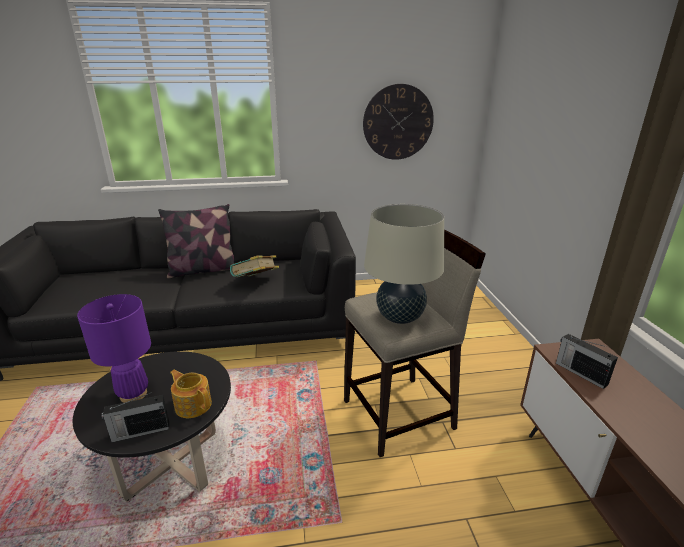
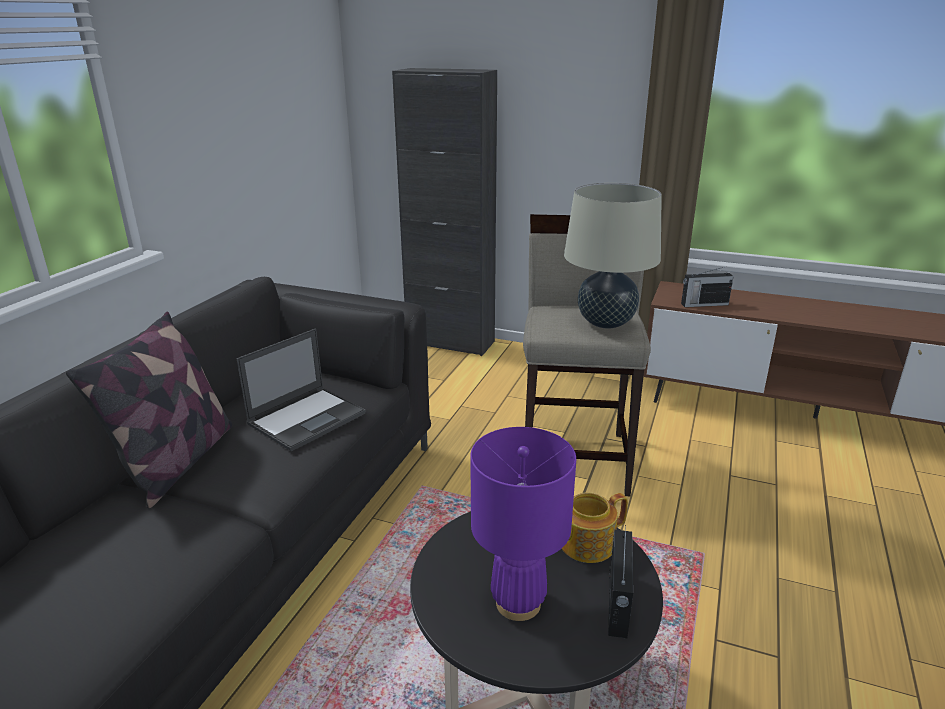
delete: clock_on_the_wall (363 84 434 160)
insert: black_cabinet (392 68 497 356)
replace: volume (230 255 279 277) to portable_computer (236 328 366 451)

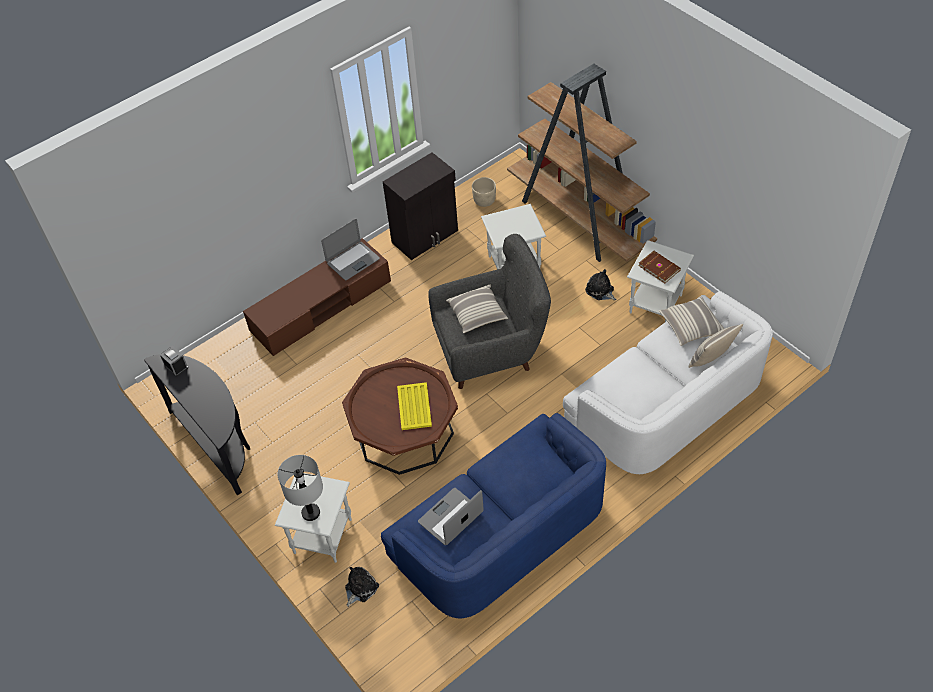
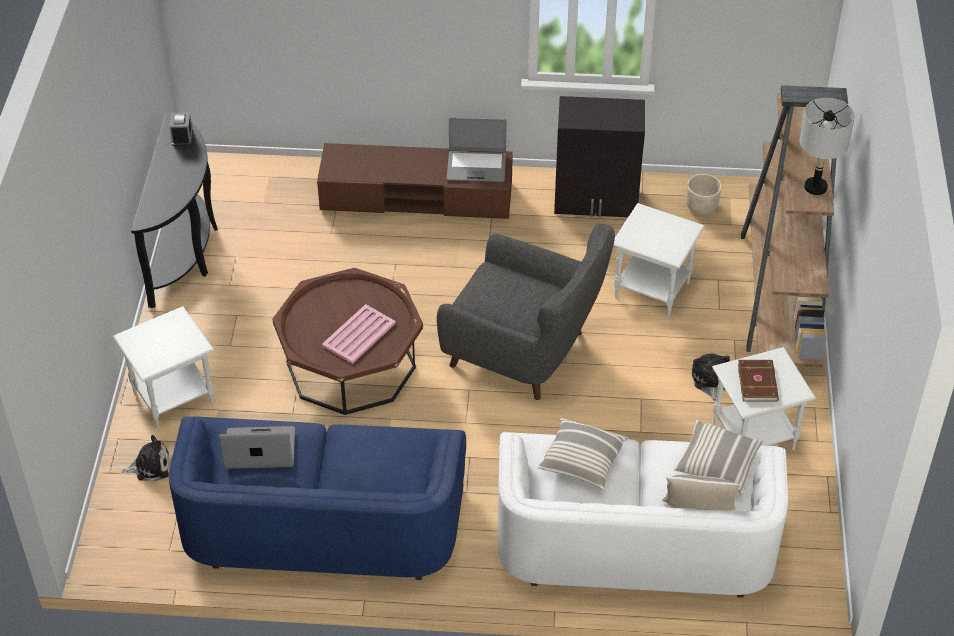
move: gray_table_lamp (278 455 323 521) to (800 98 855 195); pillow (446 285 508 333) to (537 418 628 490)
recolor: yellowish_carrying_tray (397 382 432 430) to pink_carrying_tray (322 304 396 364)

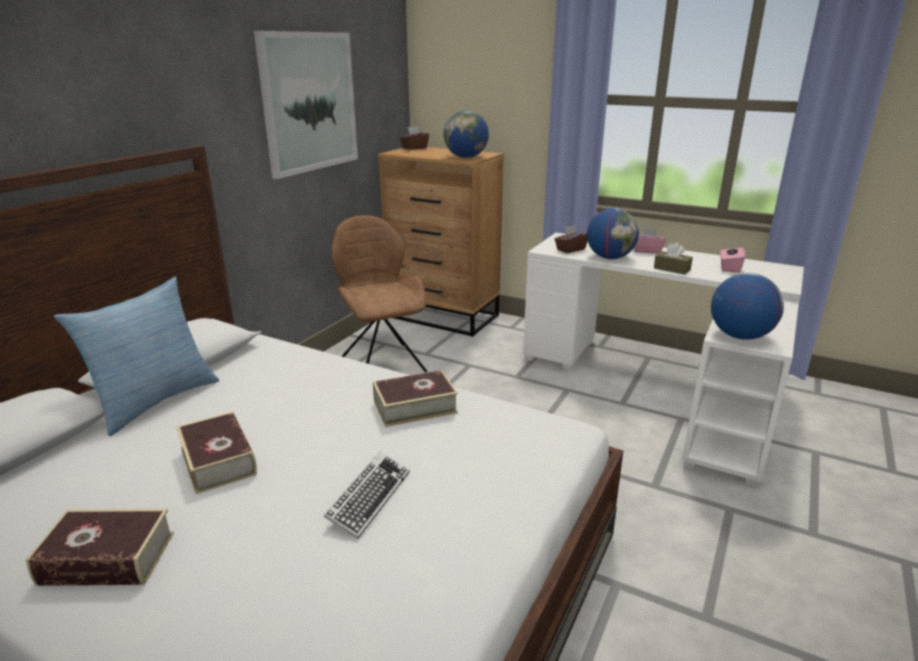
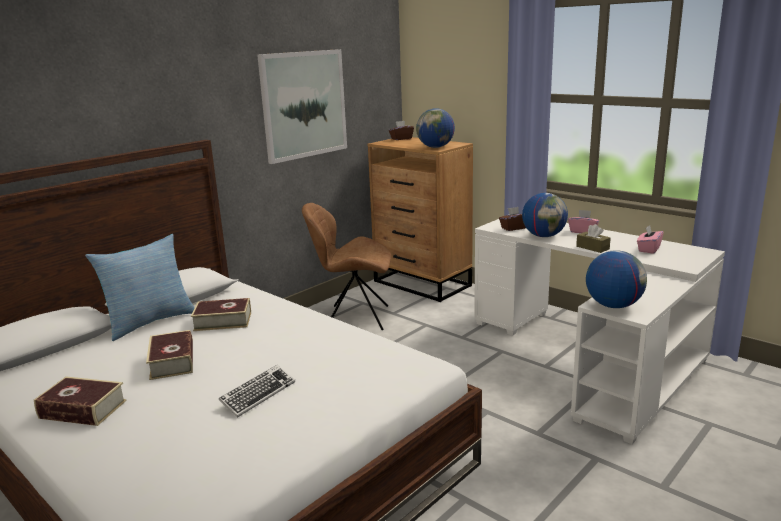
move: volume (373 370 458 427) to (191 298 251 331)
rotate: brown-coloured_plain_chair (332 215 427 373) = (302 203 391 330) 75 degrees counterclockwise

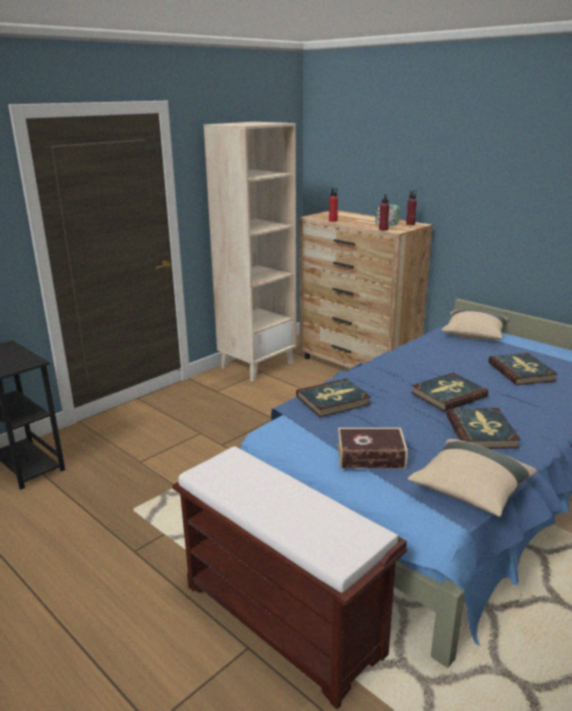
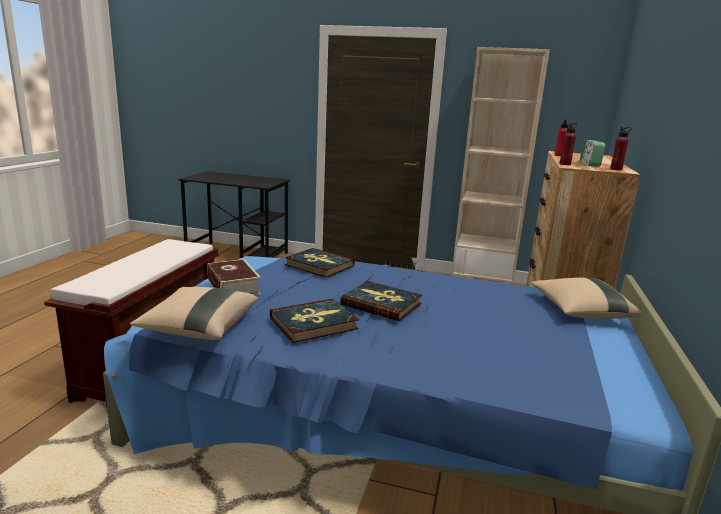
delete: volume (488 353 558 385)

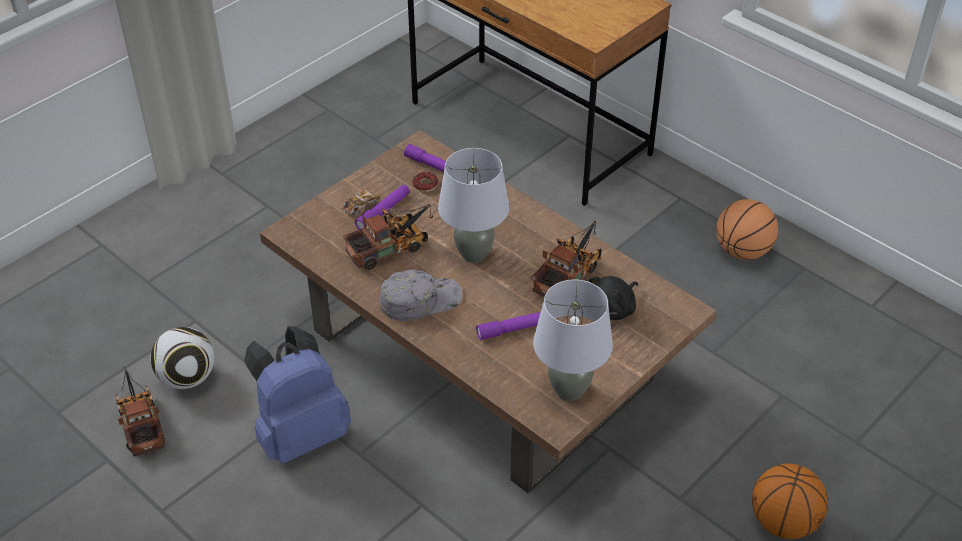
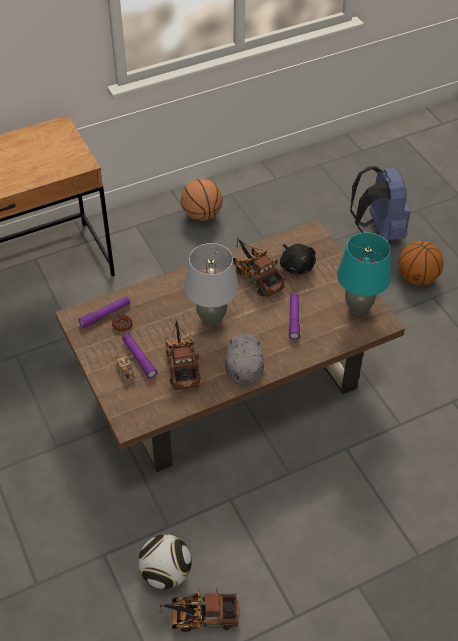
move: blue_knapsack (244 326 351 464) to (350 166 410 240)
recolor: gray_table_lamp (533 279 613 401) to blue-green_table_lamp (337 232 391 315)

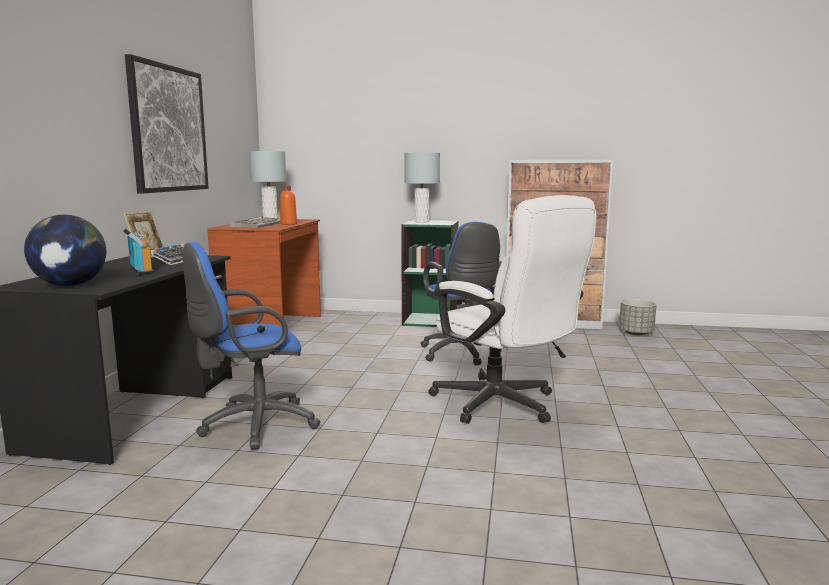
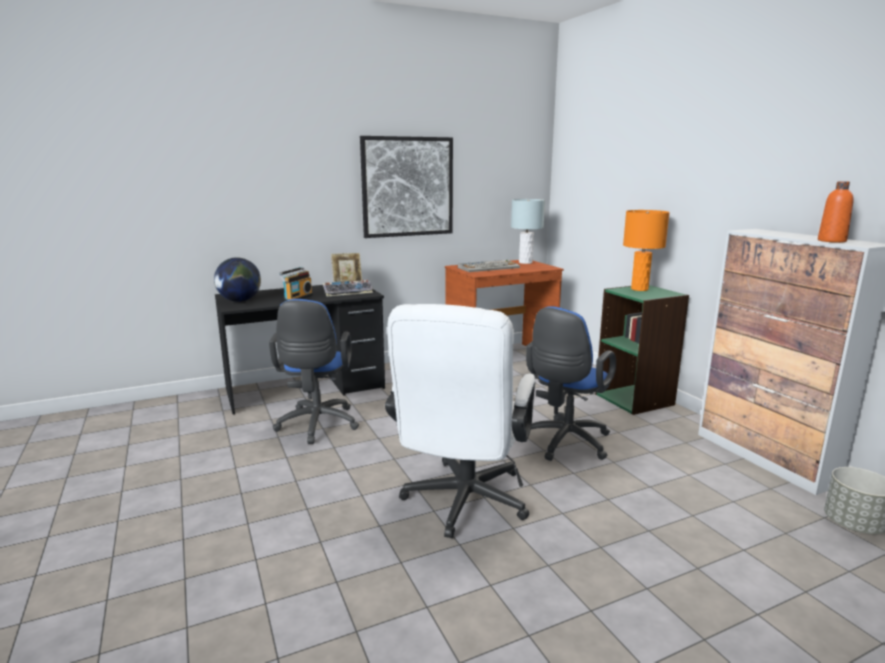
move: orange_beverage_bottle (280 185 297 225) to (818 181 854 243)
recolor: gray_table_lamp (404 152 440 223) to orange_table_lamp (623 210 670 291)
rotate: blue_office_chair (183 242 320 449) = (269 299 359 444) 120 degrees counterclockwise

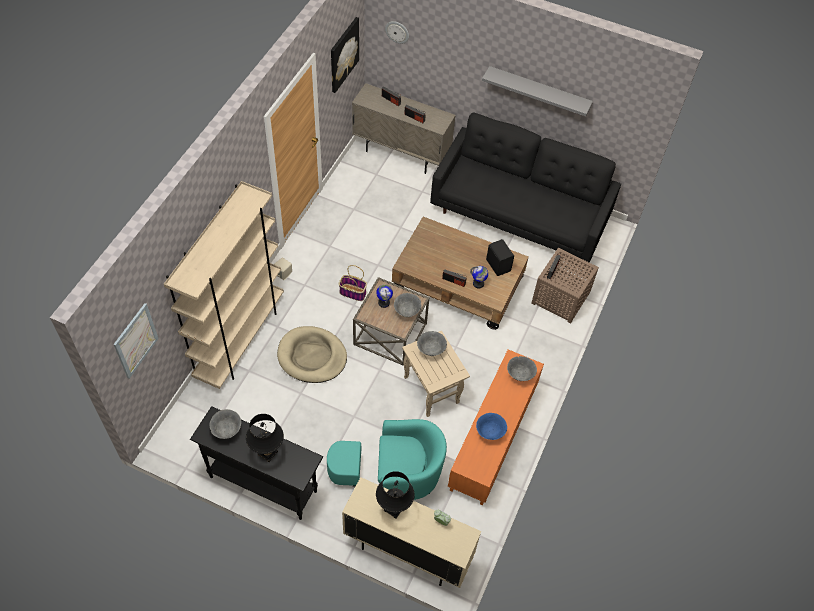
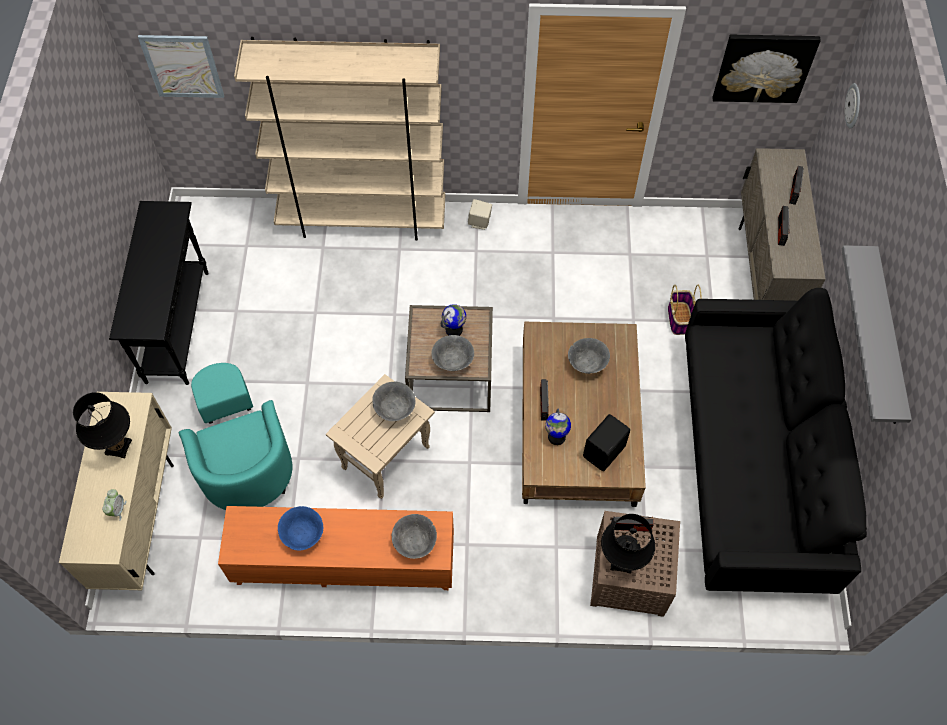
delete: beige_dog_bed (277 326 347 383)
move: gray_bowl (209 409 241 439) to (568 338 610 374); black_table_lamp (246 414 284 462) to (601 514 655 574); storage_basket (339 265 367 301) to (668 285 702 335)

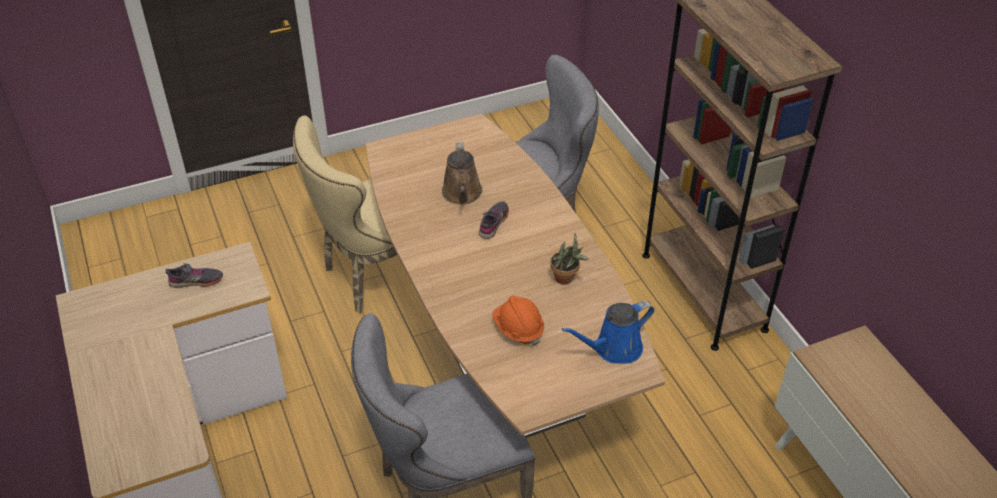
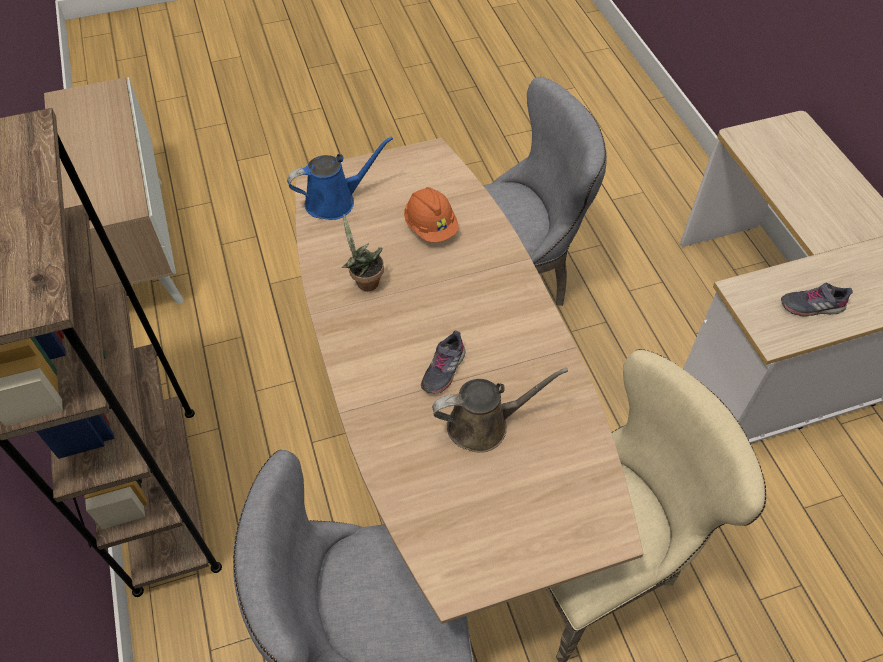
rotate: brown-coloured_sprinkling_can (442 142 482 205) = (432 368 568 453) 75 degrees clockwise

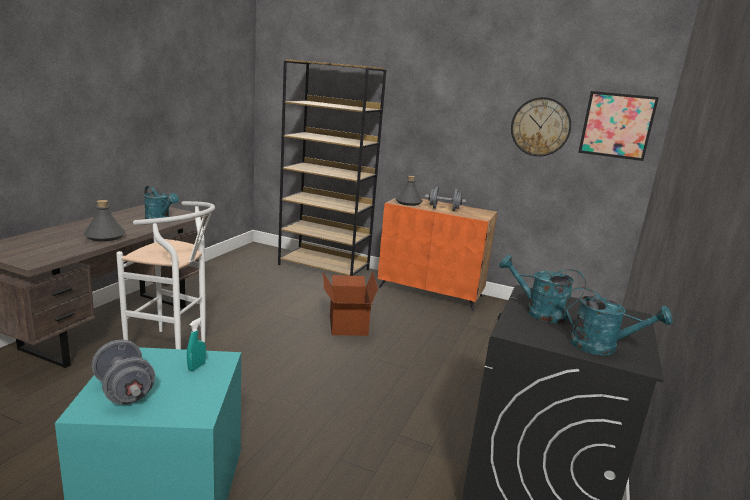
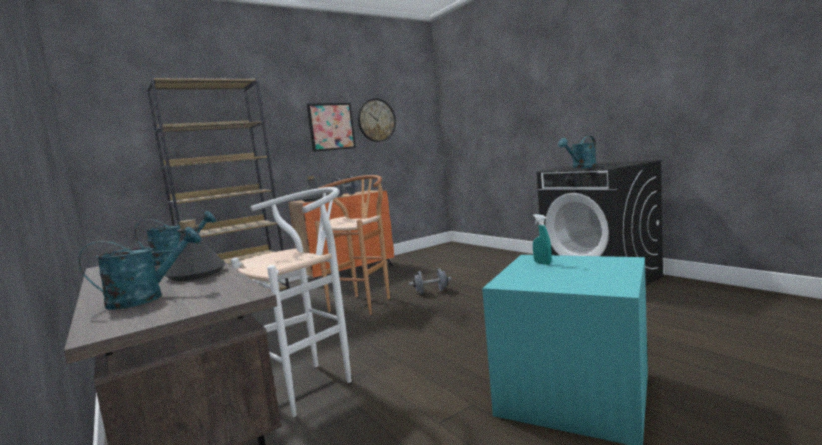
move: gray_free_weight (91 340 155 404) to (409 269 452 294); blue-green_sprinkling_can (566 287 673 356) to (79 227 201 310); picture (578 91 659 161) to (307 103 356 152)
replace: carton (323 272 378 336) to brown-coloured_stool (315 175 390 315)

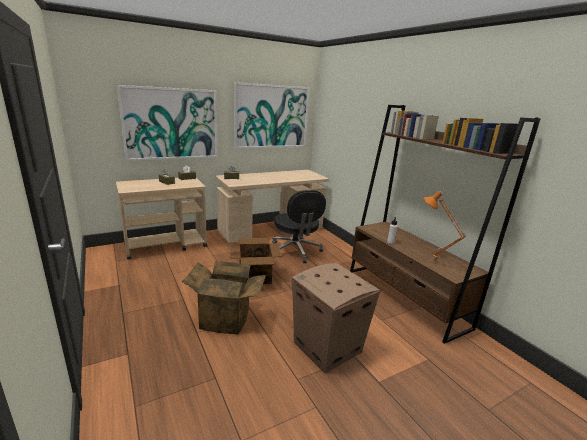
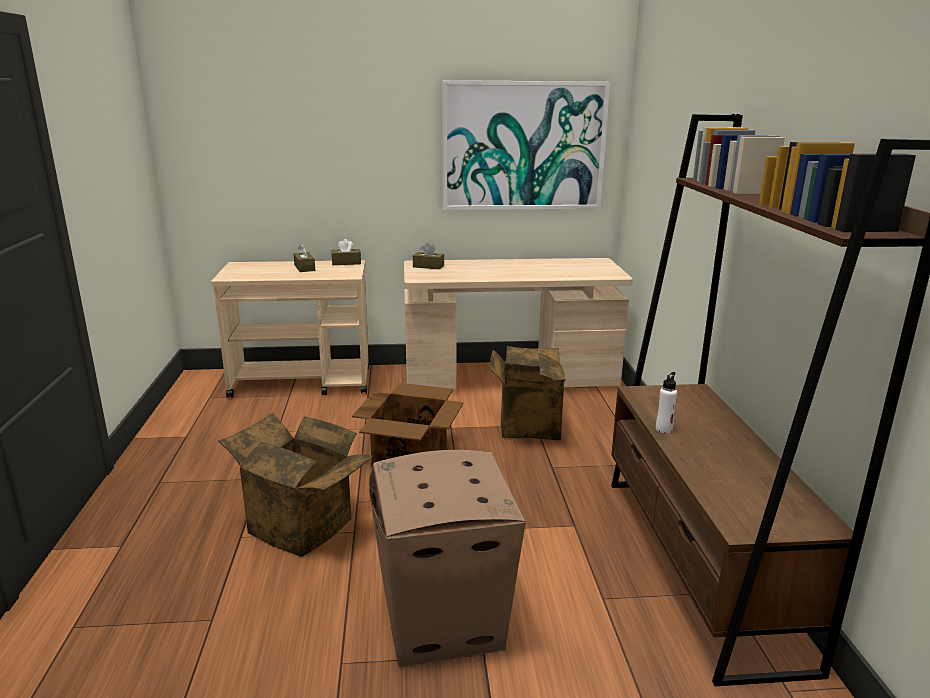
delete: picture (117 85 218 161); orange_table_lamp (423 191 466 263)
replace: black_office_chair (272 190 326 263) to carton (490 346 566 440)

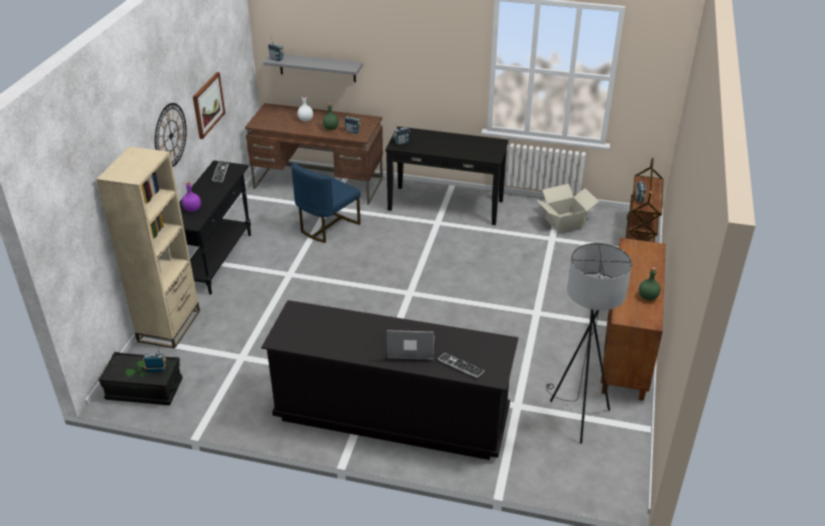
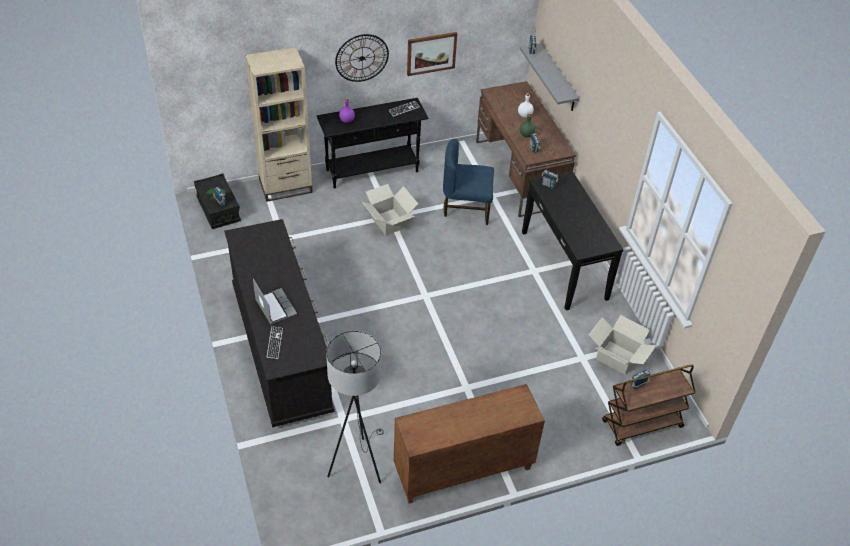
delete: green-coloured_beverage_bottle (639 267 660 301)
insert: carton (362 184 418 236)

